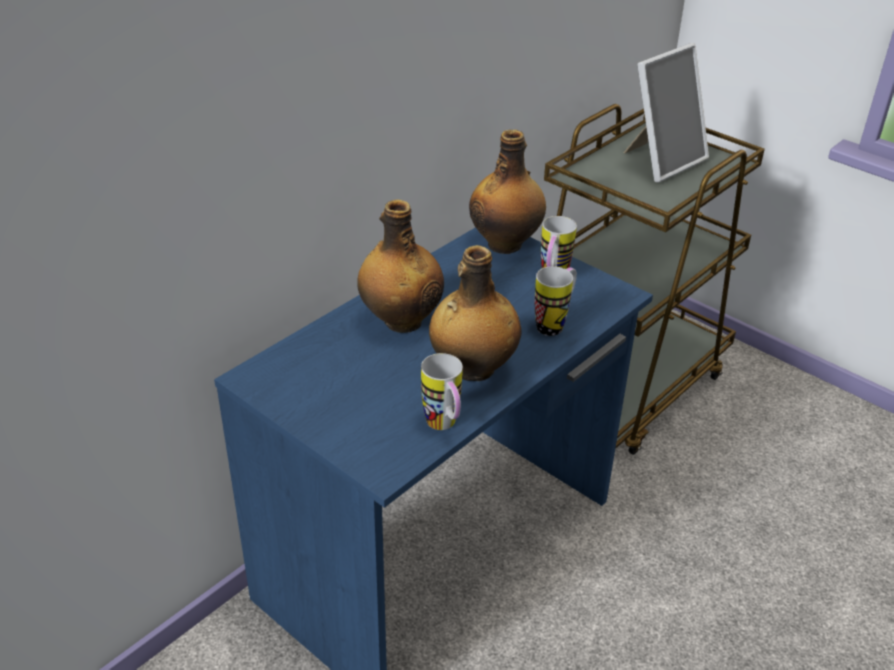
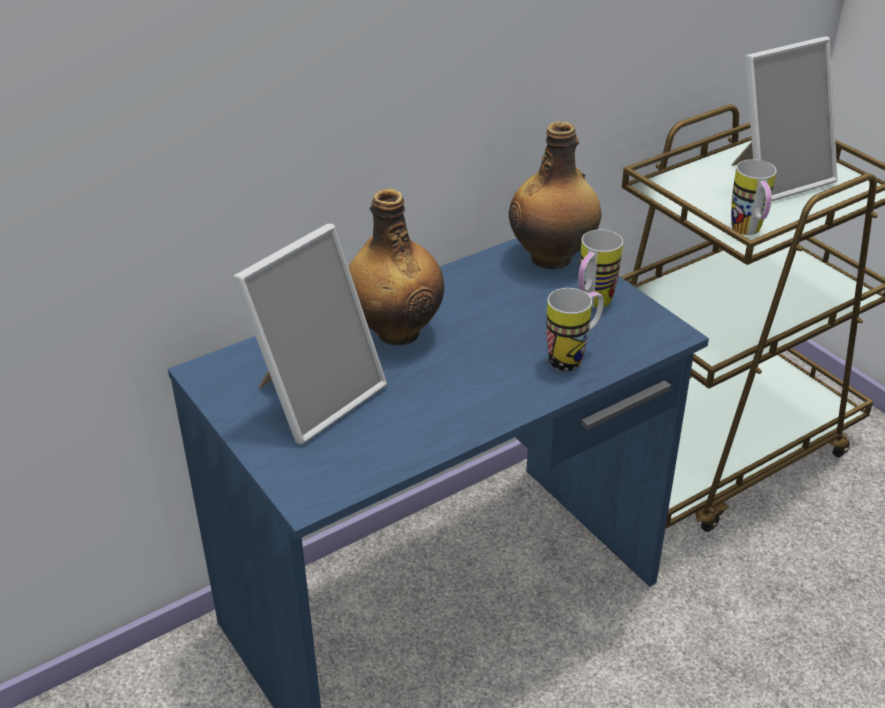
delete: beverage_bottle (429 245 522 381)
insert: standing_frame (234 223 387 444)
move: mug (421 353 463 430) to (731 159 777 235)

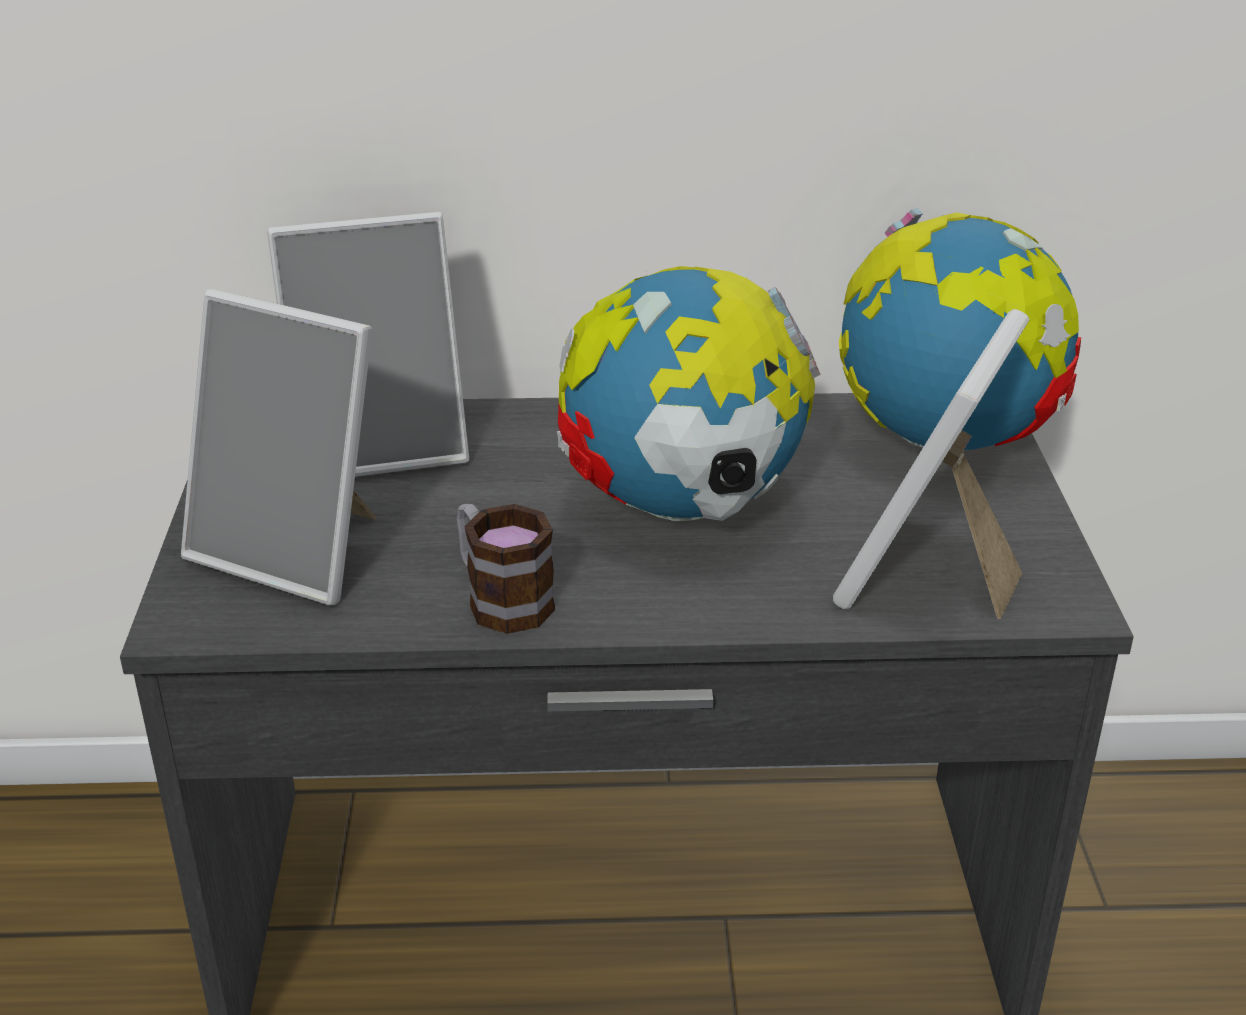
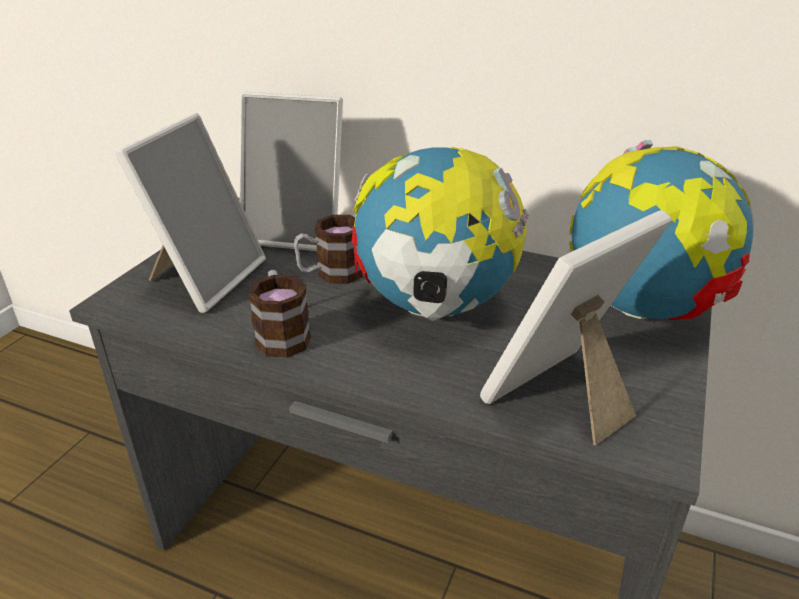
insert: mug (294 215 363 284)
rotate: standing_frame (181 289 377 605) = (115 113 266 313) 120 degrees counterclockwise

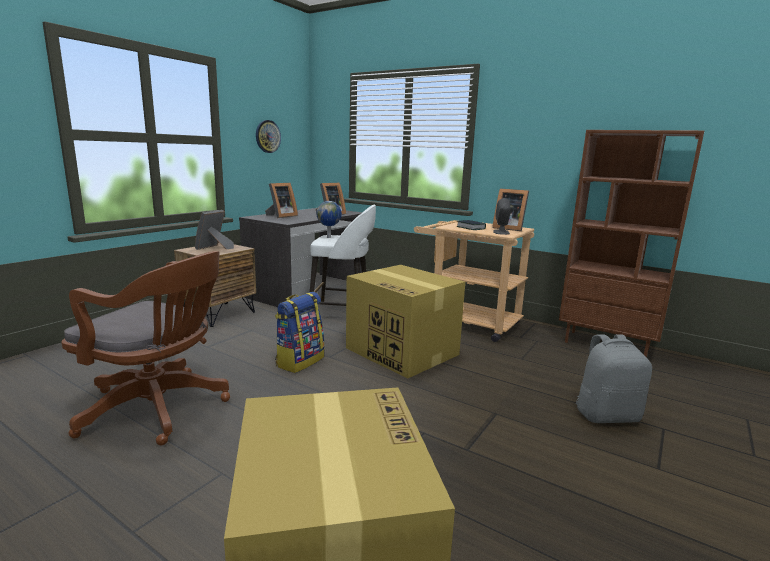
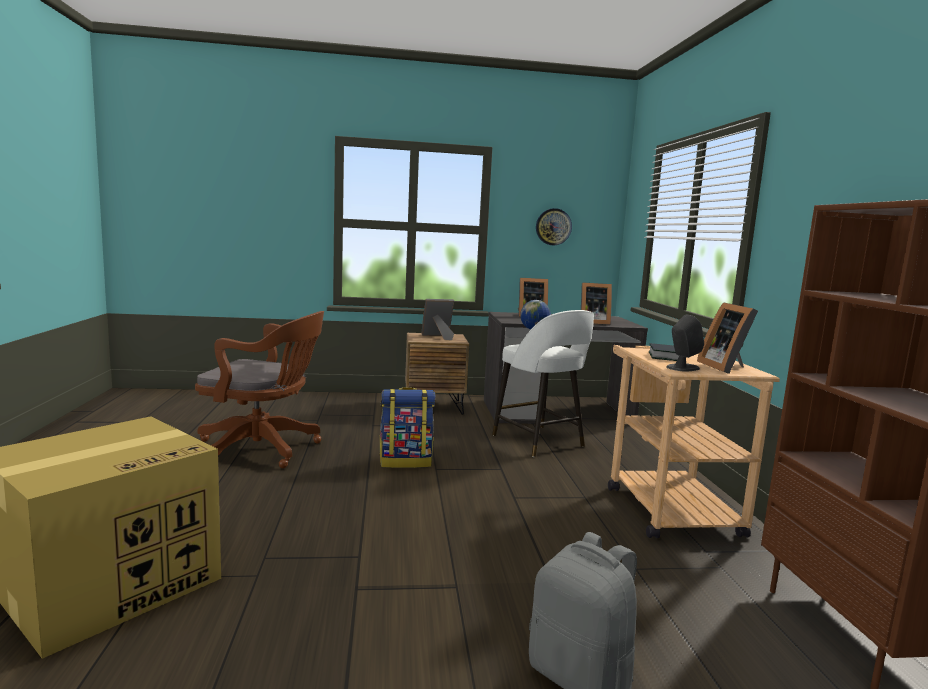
delete: carton (346 265 465 378)
rotate: brown-coloured_office_chair (61 251 230 445) = (195 311 324 468) 60 degrees counterclockwise

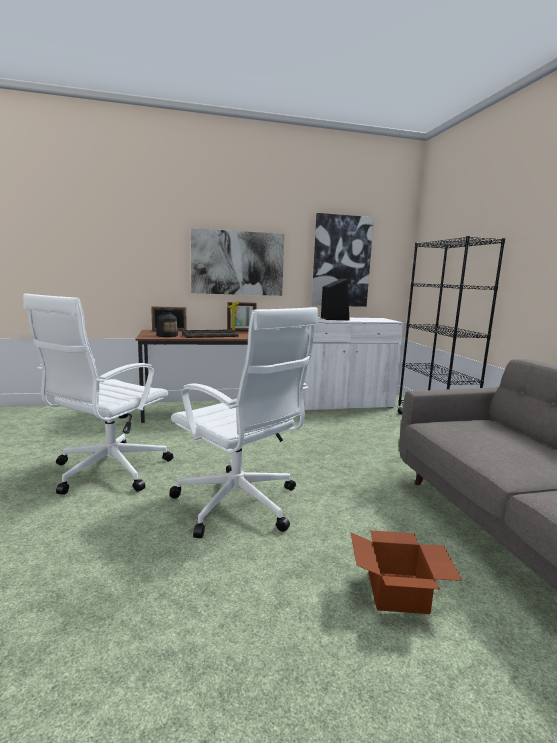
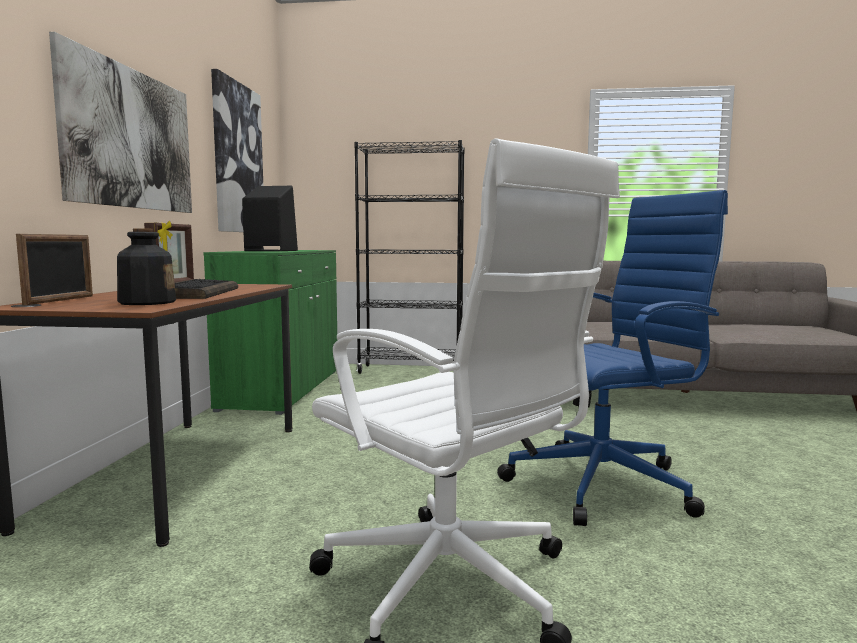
delete: carton (350 530 462 614)
recolor: white-coloured_office_chair (169 307 319 538) to blue_office_chair (497 190 728 526); white-coloured_cabinet (303 317 404 410) to green-coloured_cabinet (203 250 337 415)

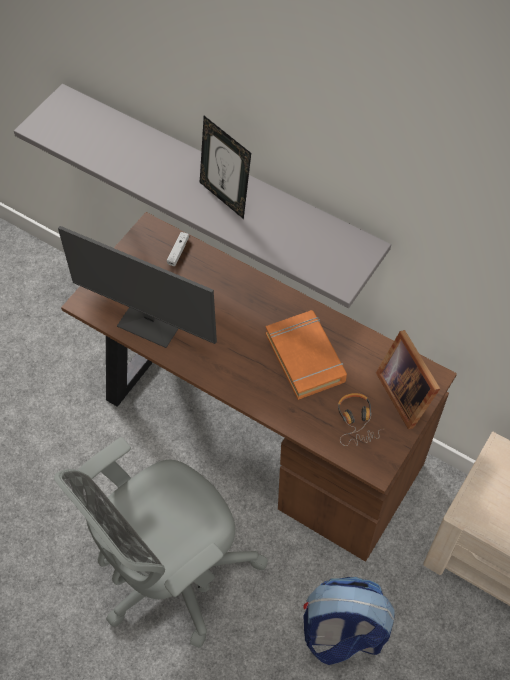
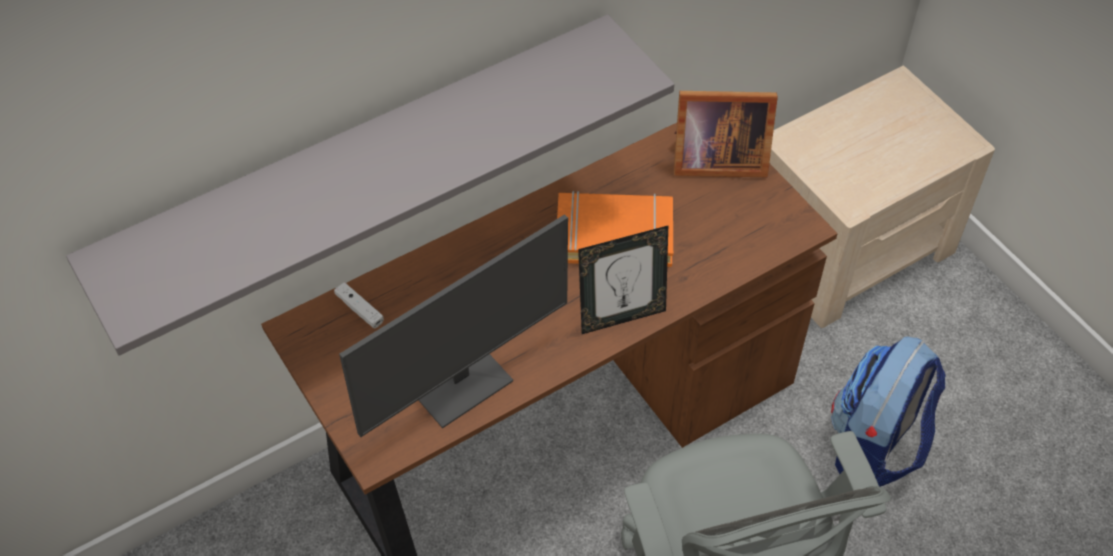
delete: headset (338 393 384 446)
move: standing_frame (200 116 251 219) to (578 226 668 334)

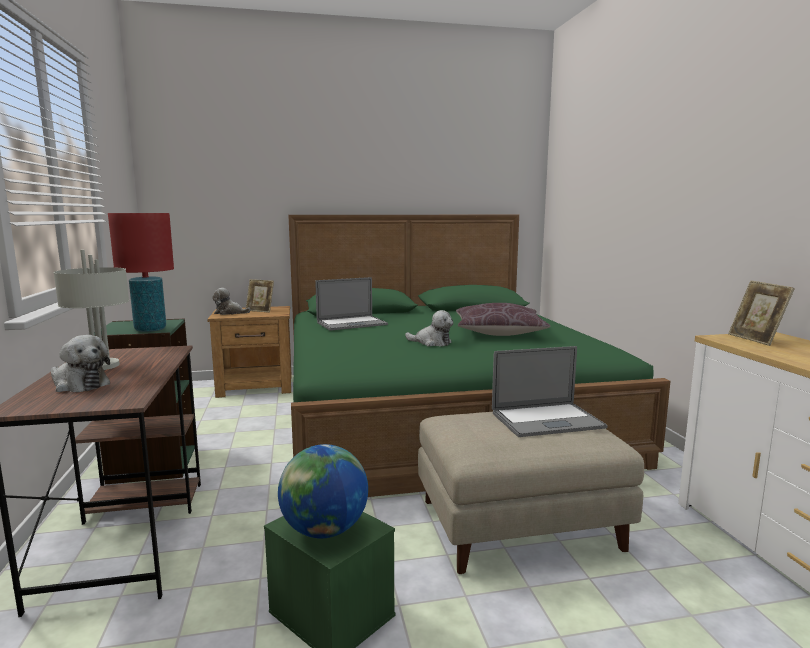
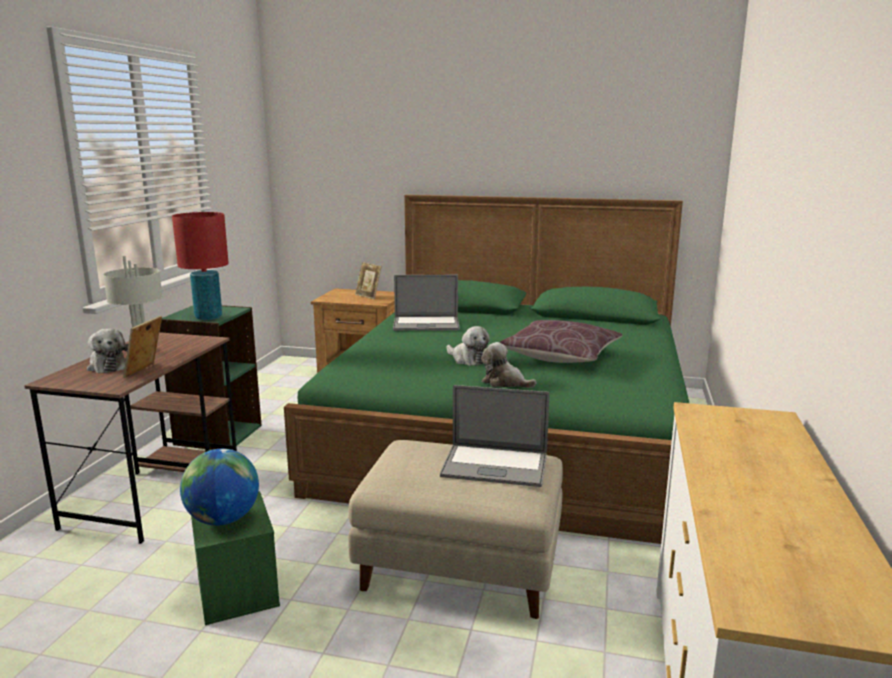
move: cuddly_toy (212 288 251 315) to (481 342 536 388); standing_frame (728 280 795 346) to (123 316 162 378)

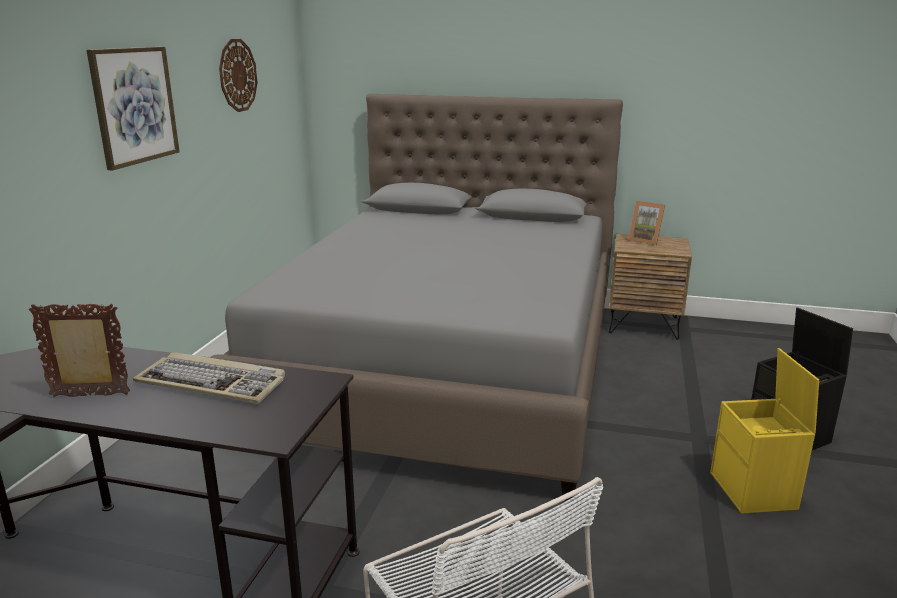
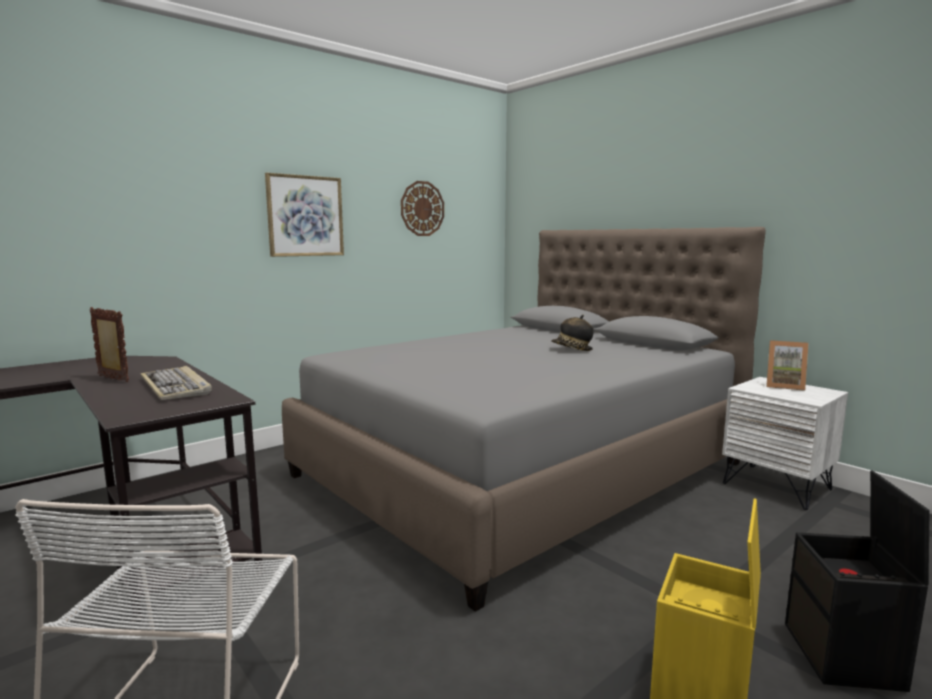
insert: wearable_hat (552 315 593 351)
recolor: brown-coloured_bedside_table (609 234 692 340) to white-coloured_bedside_table (722 377 848 510)
rotate: standing_frame (628 201 665 245) = (766 340 809 391) 45 degrees counterclockwise

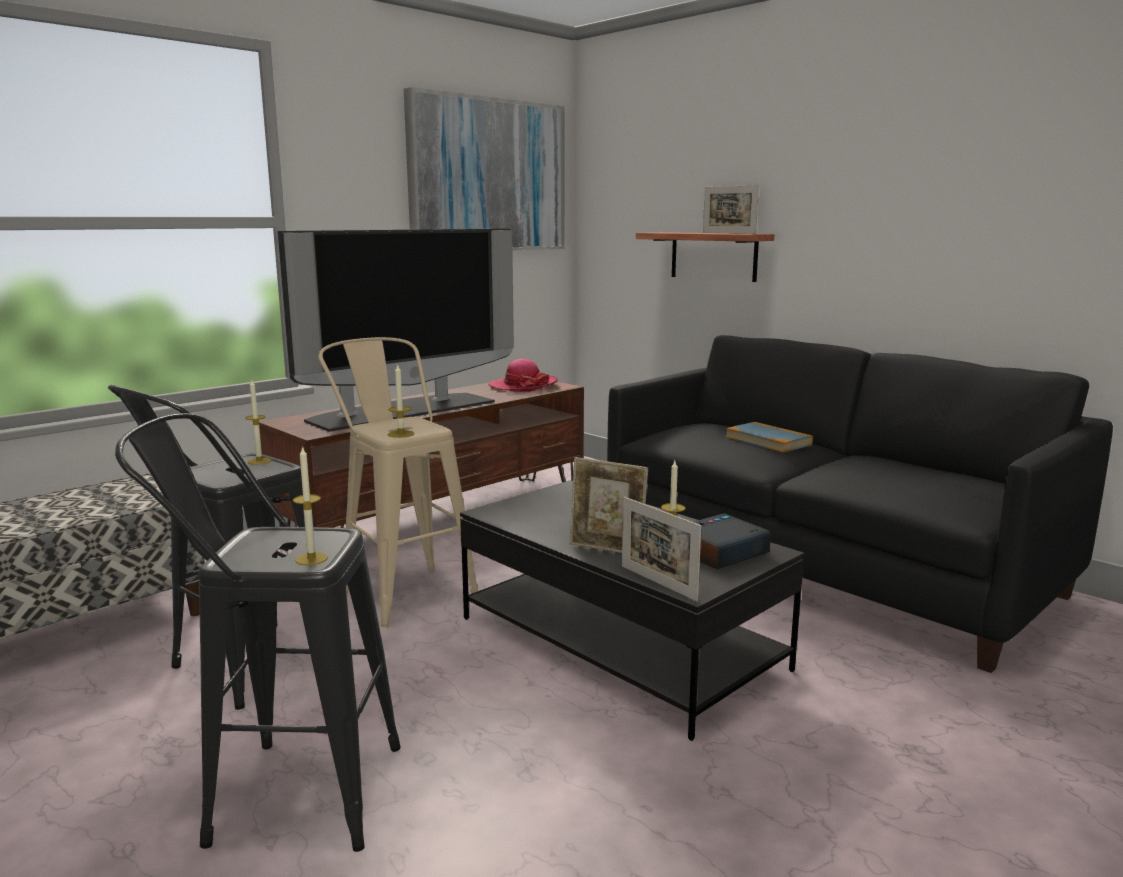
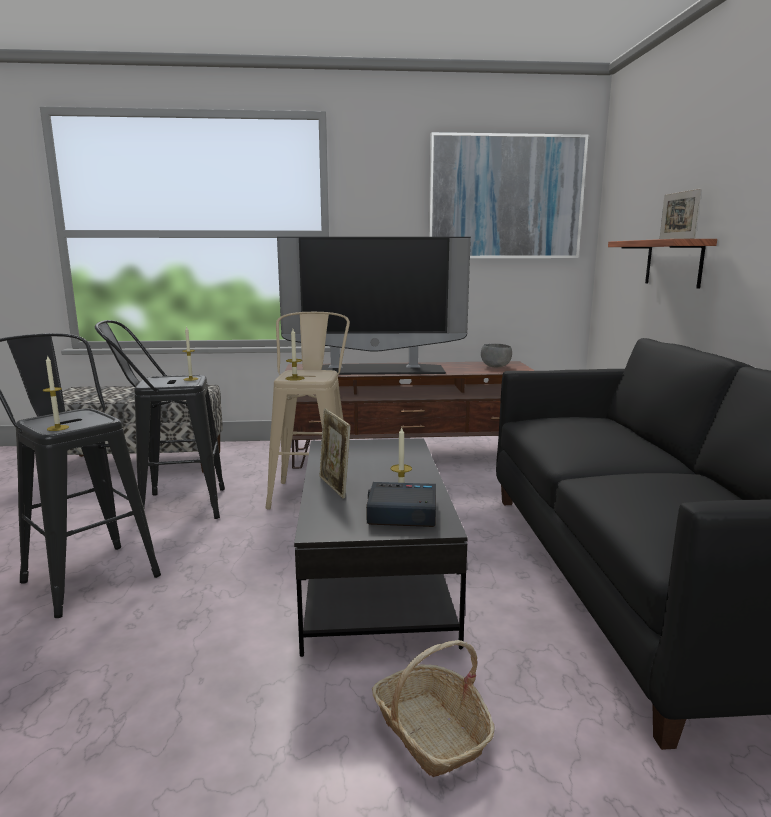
delete: standing_frame (622 497 701 601); volume (726 422 813 452)
insert: storage_basket (372 640 495 777)
replace: wearable_hat (488 359 558 392) to gray_bowl (481 344 512 367)

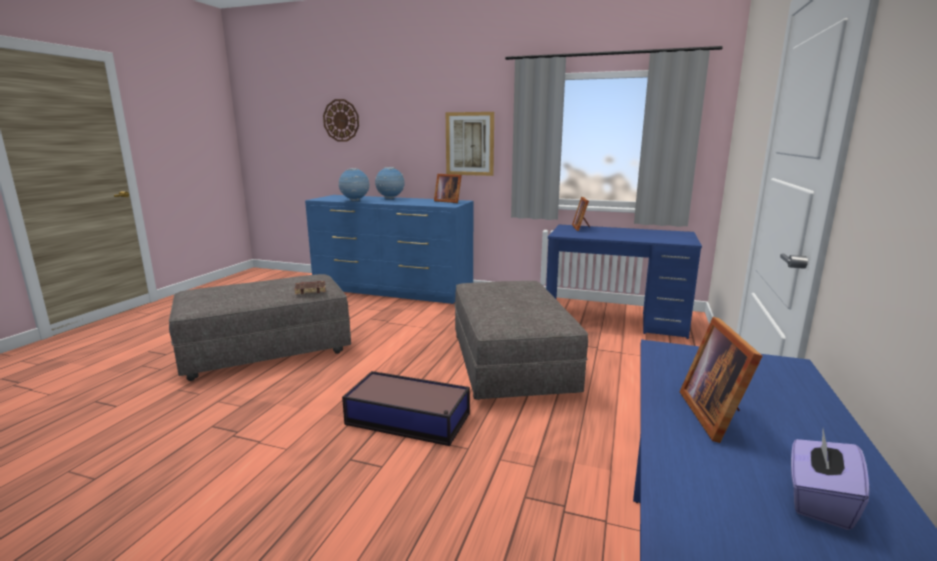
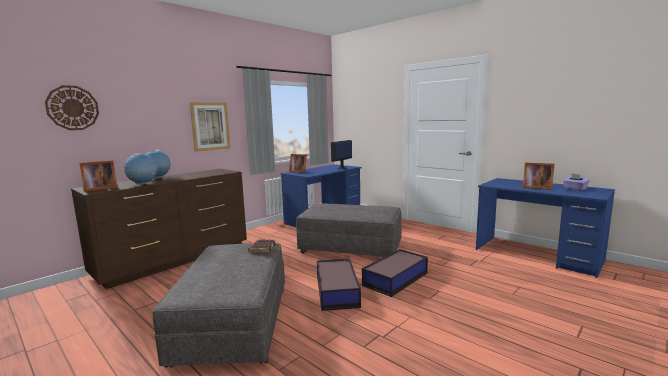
insert: storage_bin (317 259 361 311); computer_screen (331 140 352 170)
move: standing_frame (434 174 462 203) to (80 160 117 192)
recolor: blue_chest_of_drawers (305 195 473 304) to brown-coloured_chest_of_drawers (71 169 247 289)

